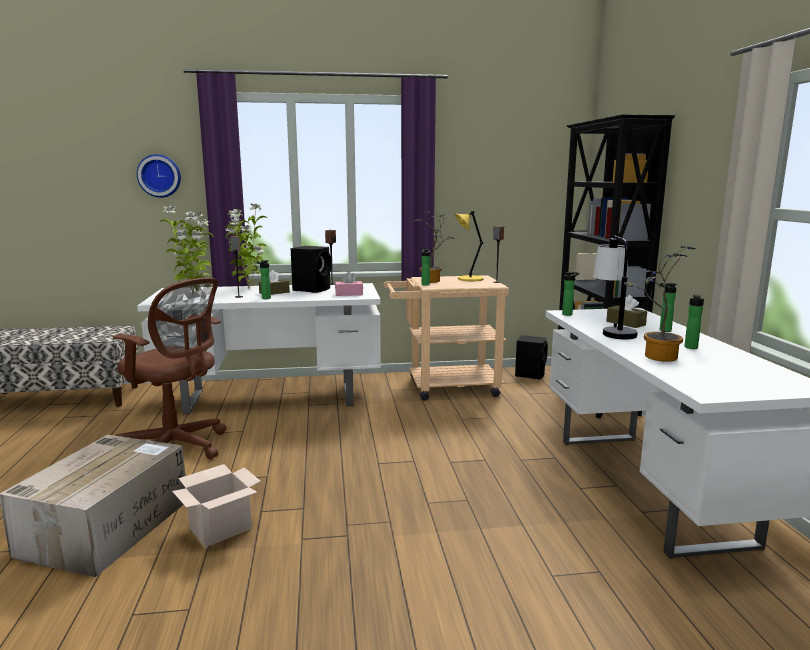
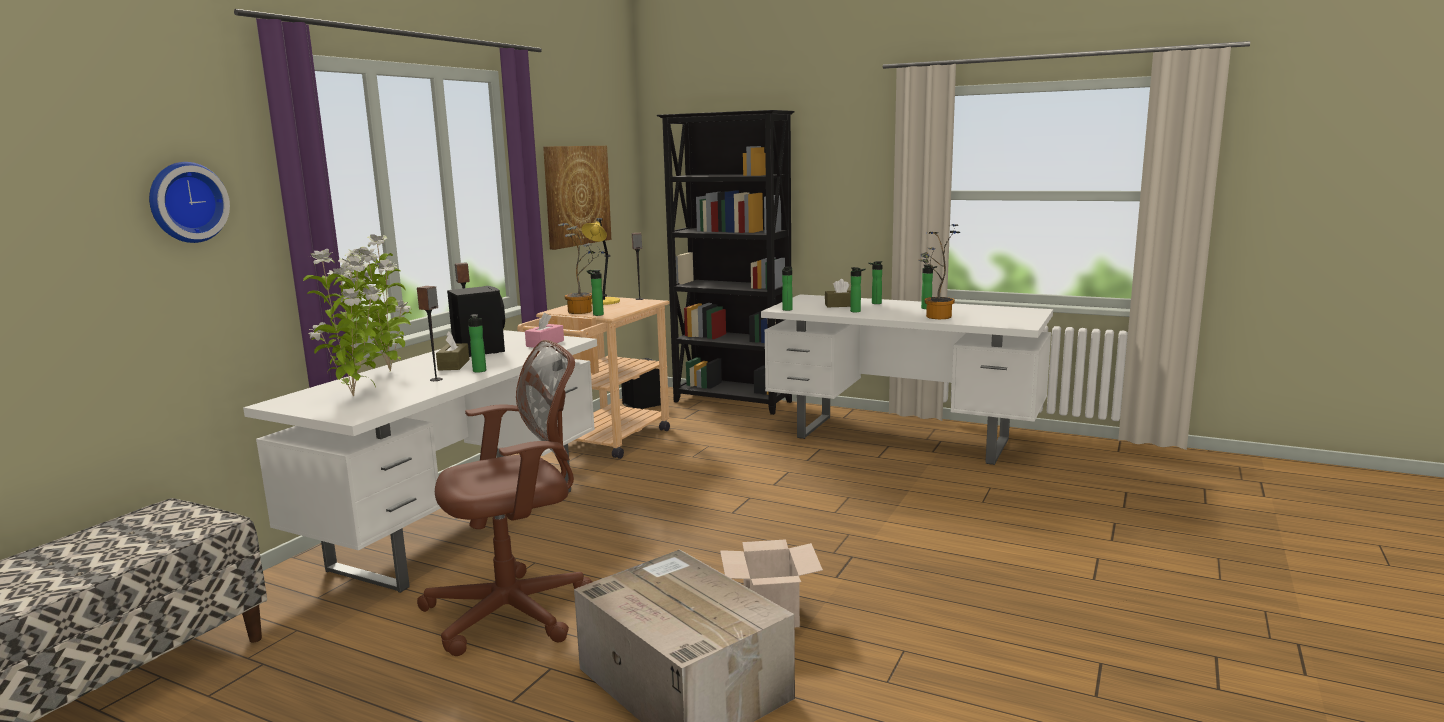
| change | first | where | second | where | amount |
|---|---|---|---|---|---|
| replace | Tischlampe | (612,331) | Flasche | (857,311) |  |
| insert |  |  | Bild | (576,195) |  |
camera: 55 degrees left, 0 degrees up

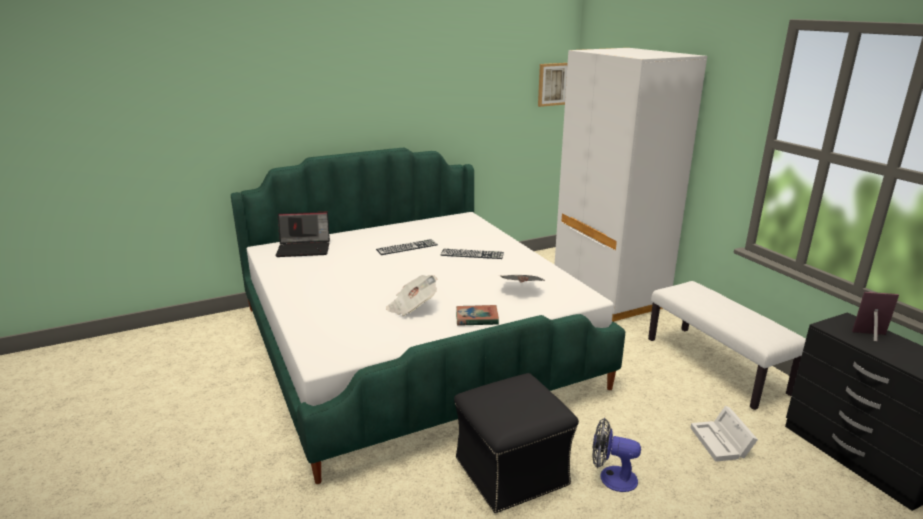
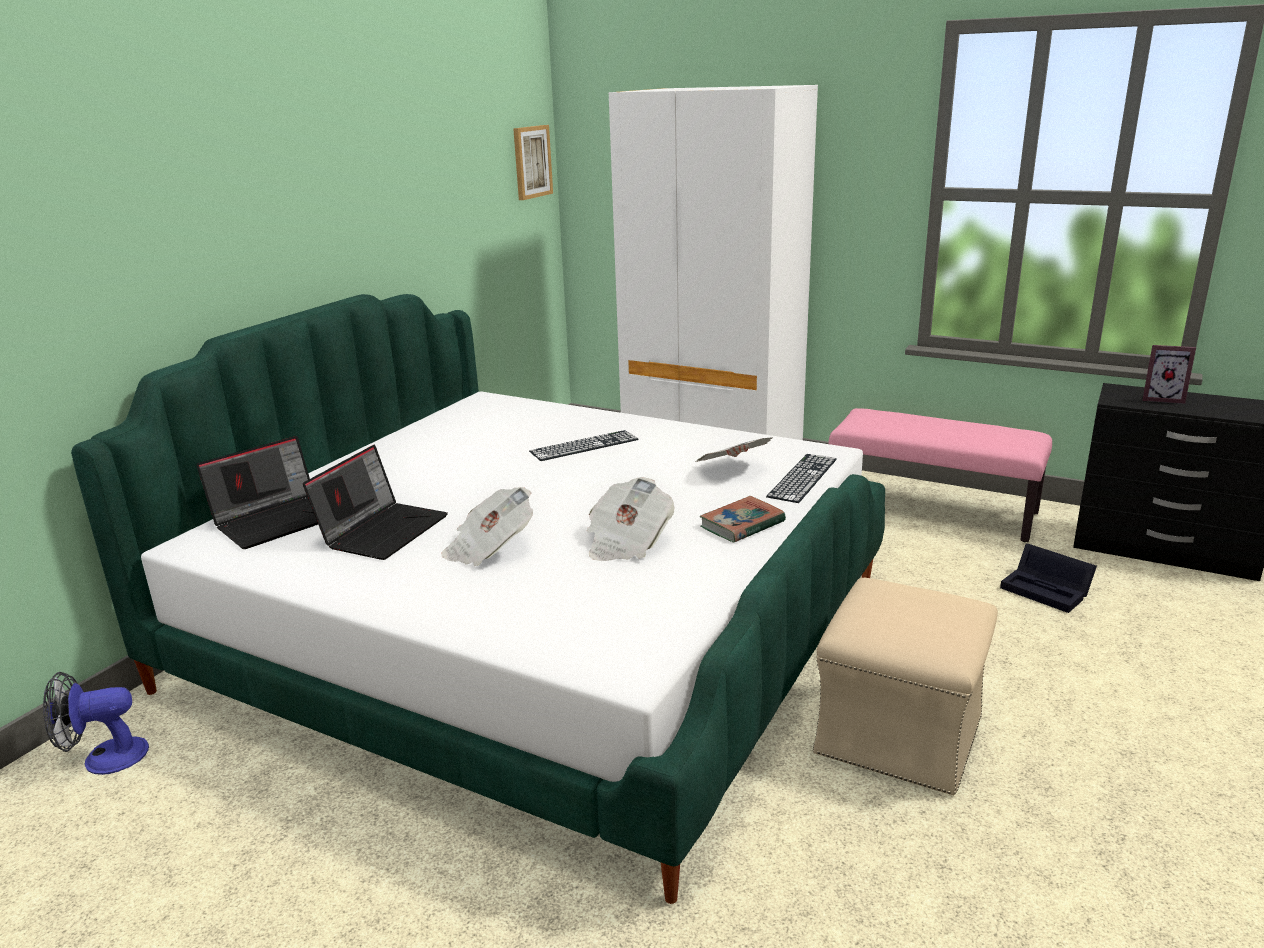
| change | first | where | second | where | amount |
|---|---|---|---|---|---|
| move | Tastatur | (407,247) |  | (802,478) |  |
| recolor | Polsterhocker (schwarz) | (512,471) | Polsterhocker (beige) | (899,733) |  |
| move | Ventilator | (611,477) |  | (104,758) |  |
| recolor | Bank (weiß) | (716,365) | Bank (rosa) | (932,509) |  |
| recolor | Aufbewahrungsbox (weiß) | (722,443) | Aufbewahrungsbox (schwarz) | (1048,590) |  |
| rotate | Bilderrahmen | (872,337) |  | (1162,398) | 135 degrees counterclockwise |
| insert |  |  | Laptop | (383,530) |  |
| insert |  |  | Zeitung | (489,549) |  |
camera: 35 degrees left, 0 degrees up

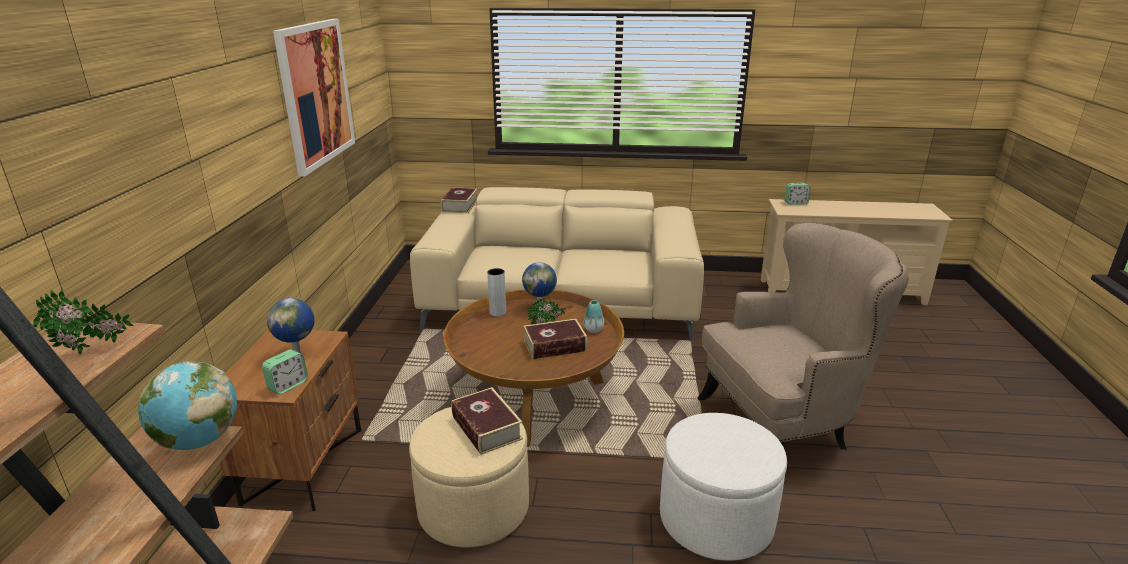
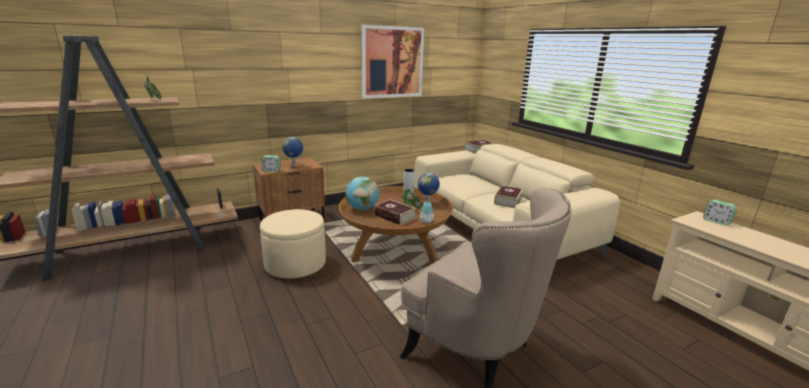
| change | first | where | second | where | amount |
|---|---|---|---|---|---|
| move | Globus | (198,441) |  | (362,209) |  |
| move | Buch | (486,428) |  | (508,201) |  |
| delete | Polsterhocker (weiß) | (716,519) |  |  |  |
camera: 55 degrees right, 5 degrees down

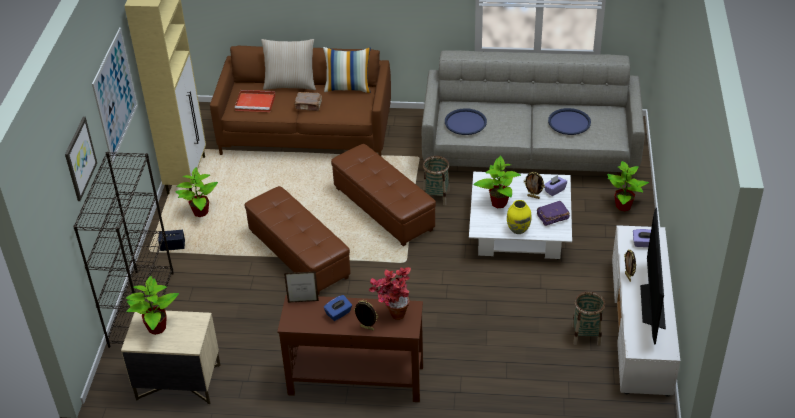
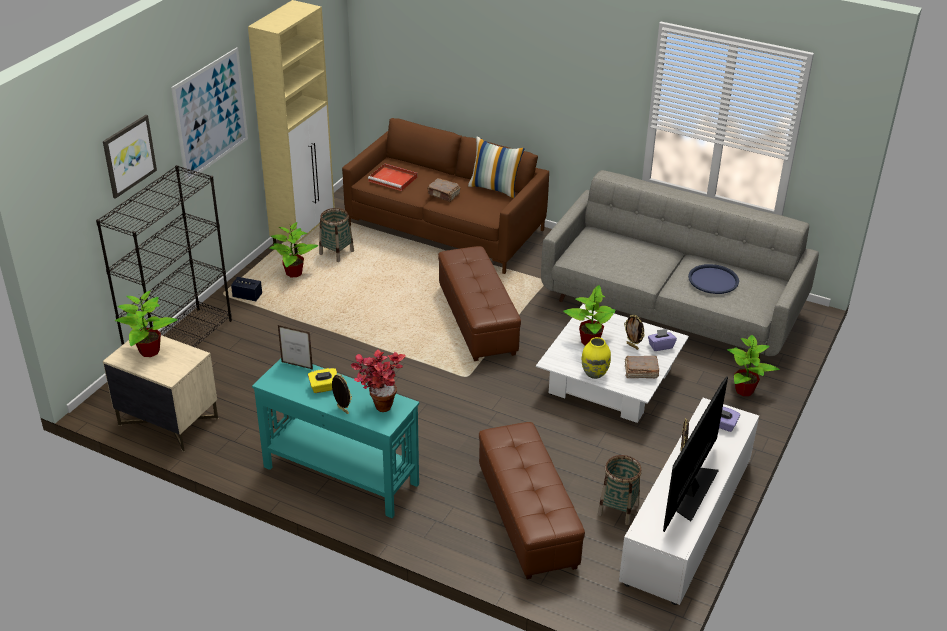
| change | first | where | second | where | amount |
|---|---|---|---|---|---|
| move | Polsterhocker (braun) | (300,255) |  | (528,517) |  |
| delete | Kissen (beige) | (290,84) |  |  |  |
| recolor | Konsolentisch (braun) | (355,380) | Konsolentisch (türkis) | (340,475) |  |
| recolor | Taschentuchbox (blau) | (338,313) | Taschentuchbox (gelb) | (324,387) |  |
| move | Korb | (436,196) |  | (336,253) |  |
| delete | Tablett (blau) | (465,122) |  |  |  |
| recolor | Buch (lila) | (552,217) | Buch (braun) | (640,372) |  |
camera: 20 degrees right, 5 degrees down

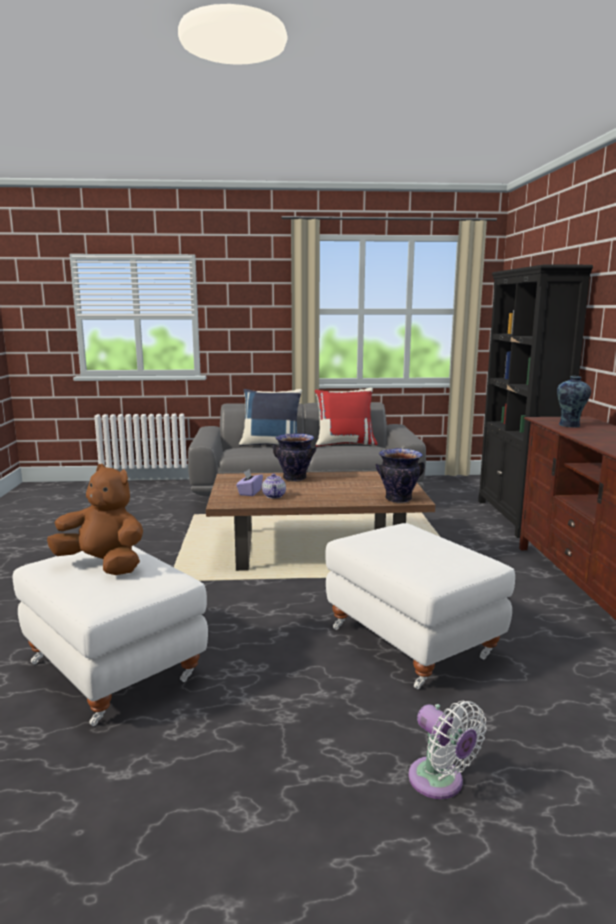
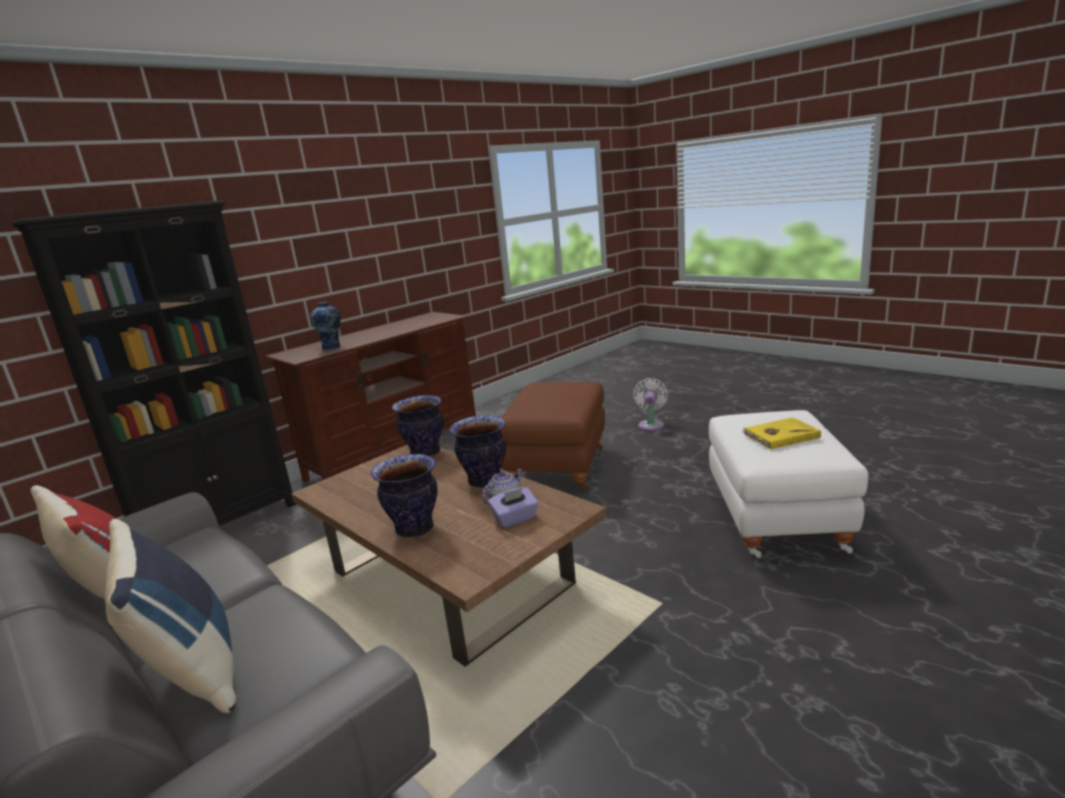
| change | first | where | second | where | amount |
|---|---|---|---|---|---|
| replace | Plüschtier (braun) | (103,565) | Buch (gelb) | (780,435) |  |
| recolor | Polsterhocker (weiß) | (413,641) | Polsterhocker (braun) | (557,466) |  |
| insert |  |  | Vase | (485,481) |  |
camera: 130 degrees left, 5 degrees up

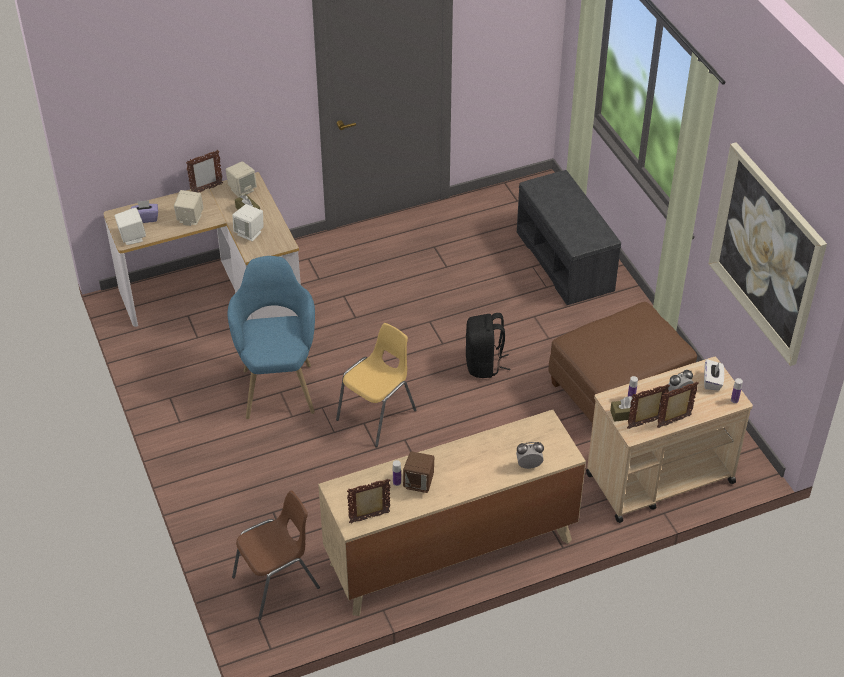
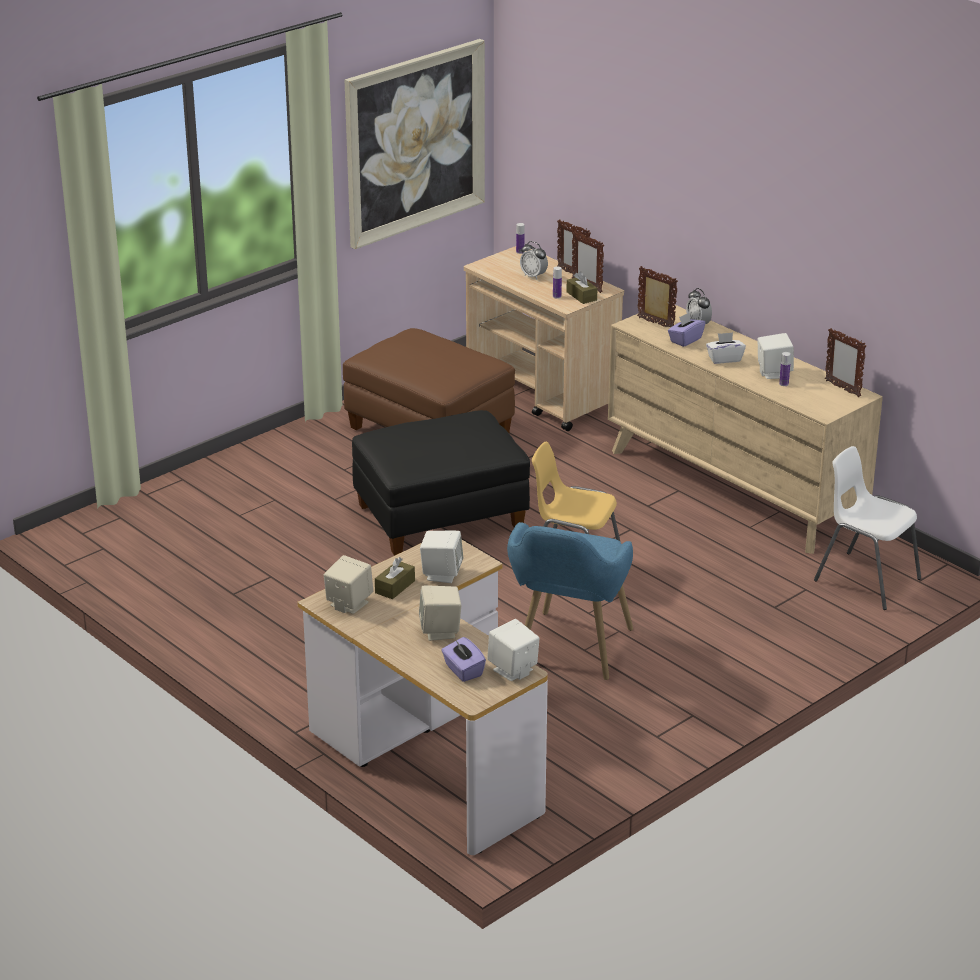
| change | first | where | second | where | amount |
|---|---|---|---|---|---|
| move | Bilderrahmen | (206,189) |  | (655,324) |  |
| rotate | Sessel (blau) | (278,383) |  | (569,655) | 45 degrees counterclockwise |
| recolor | Stuhl (braun) | (277,583) | Stuhl (weiß) | (866,580) |  |
| recolor | Lautsprecher (braun) | (419,483) | Lautsprecher (weiß) | (773,373) |  |
| replace | Rucksack (schwarz) | (484,364) | Polsterhocker (schwarz) | (440,517) |  |
| delete | Bank (grau) | (566,261) |  |  |  |
| move | Taschentuchbox (weiß) | (712,381) |  | (724,359) |  |
| insert |  |  | Taschentuchbox (lila) | (685,340) |  |
camera: 110 degrees left, 15 degrees down

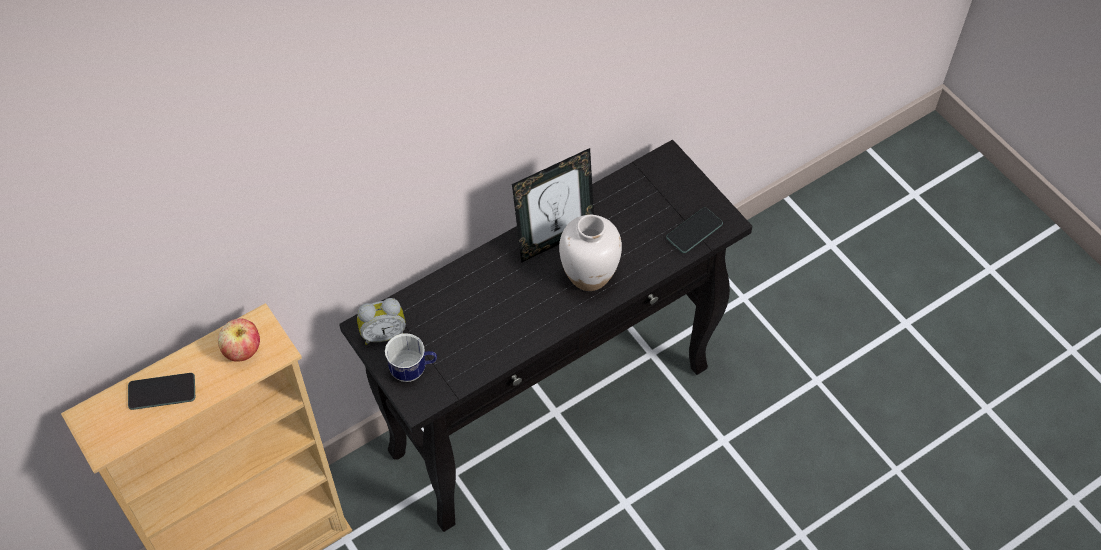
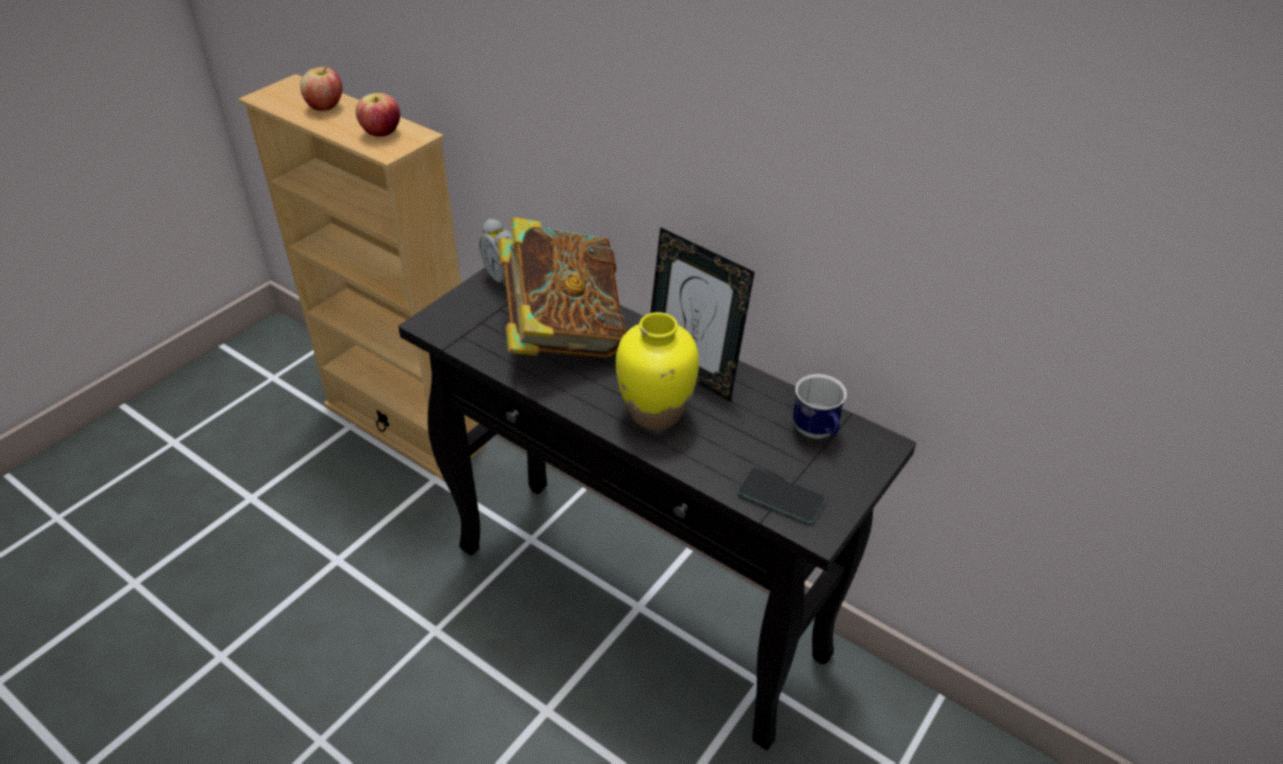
| change | first | where | second | where | amount |
|---|---|---|---|---|---|
| replace | Handy | (162,392) | Apfel | (325,107) |  |
| move | Henkelbecher | (413,370) |  | (817,433) |  |
| recolor | Vase (weiß) | (589,275) | Vase (gelb) | (656,413) |  |
| insert |  |  | Buch | (563,334) |  |
camera: 70 degrees right, 15 degrees down

